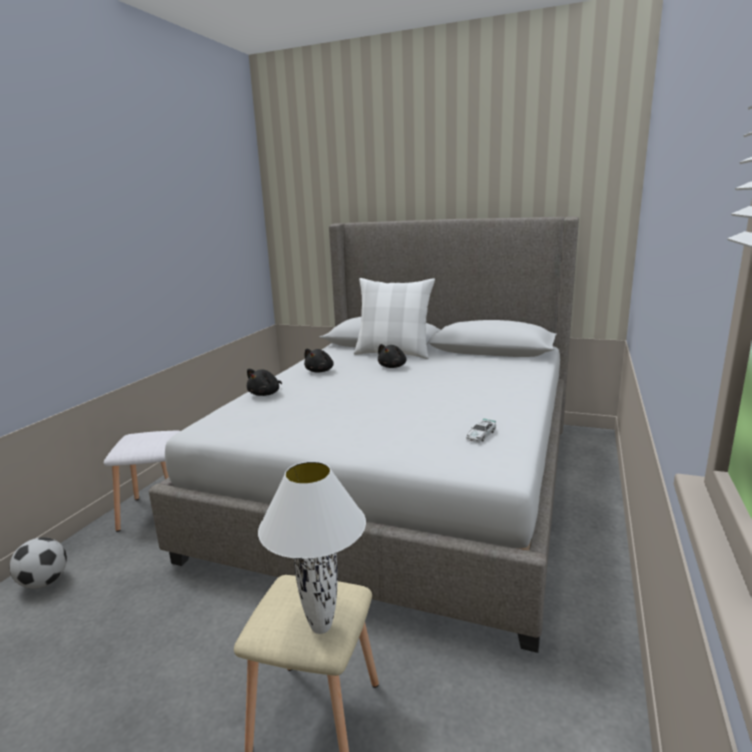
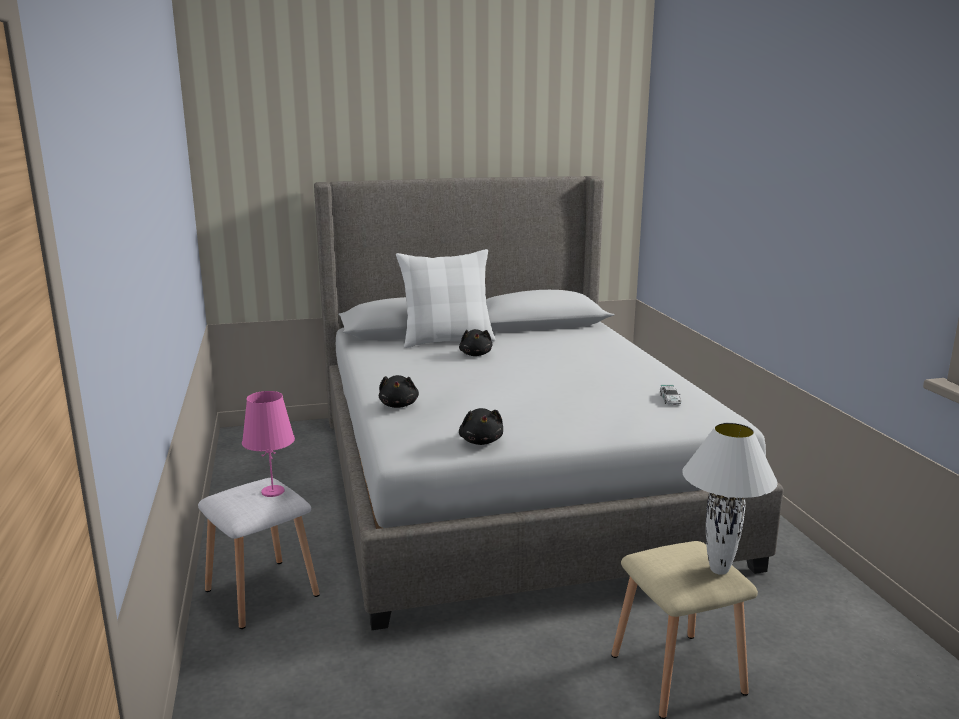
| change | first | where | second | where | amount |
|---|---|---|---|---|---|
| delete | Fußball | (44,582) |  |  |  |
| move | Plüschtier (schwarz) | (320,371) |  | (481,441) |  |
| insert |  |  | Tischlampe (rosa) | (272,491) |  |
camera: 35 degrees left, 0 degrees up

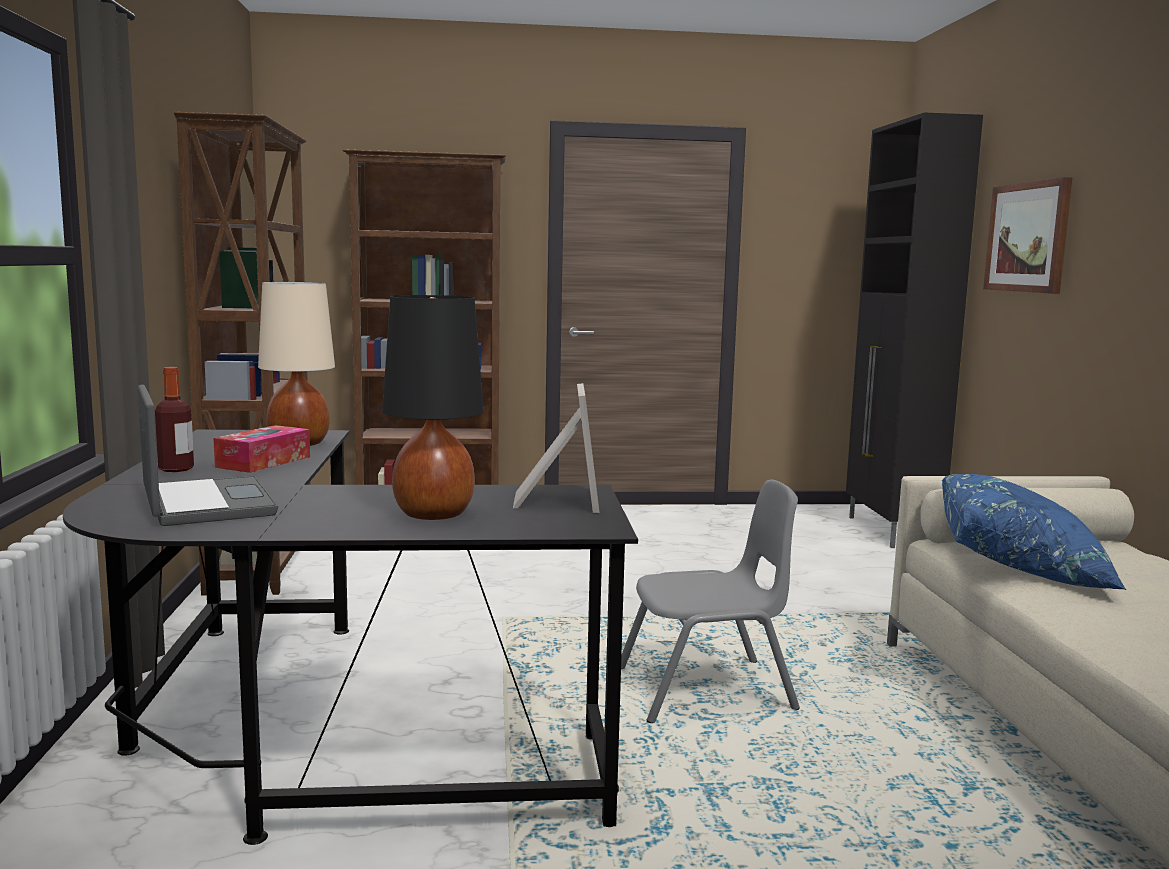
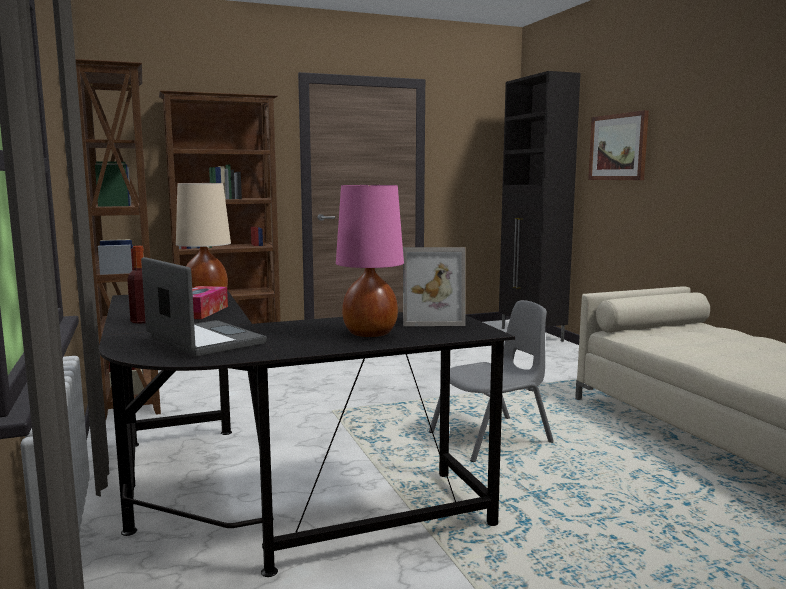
| change | first | where | second | where | amount |
|---|---|---|---|---|---|
| recolor | Tischlampe (schwarz) | (432,514) | Tischlampe (rosa) | (369,333) |  |
| rotate | Bilderrahmen | (554,500) |  | (431,319) | 105 degrees clockwise |
| delete | Kissen (blau) | (1021,567) |  |  |  |
camera: 15 degrees left, 0 degrees up

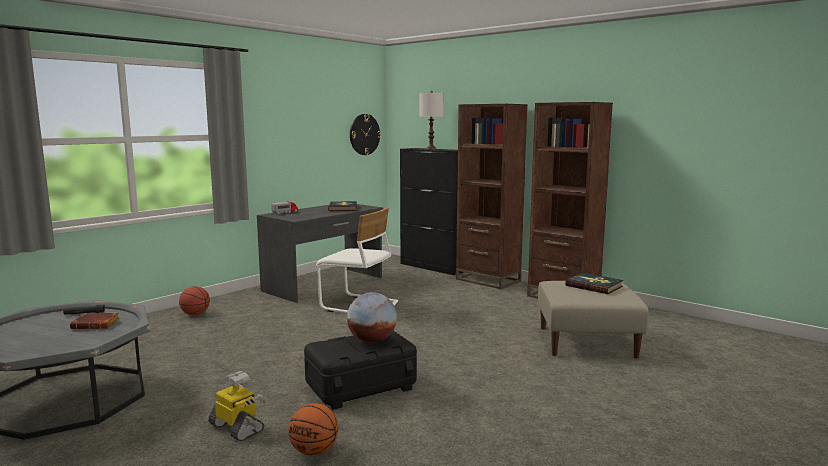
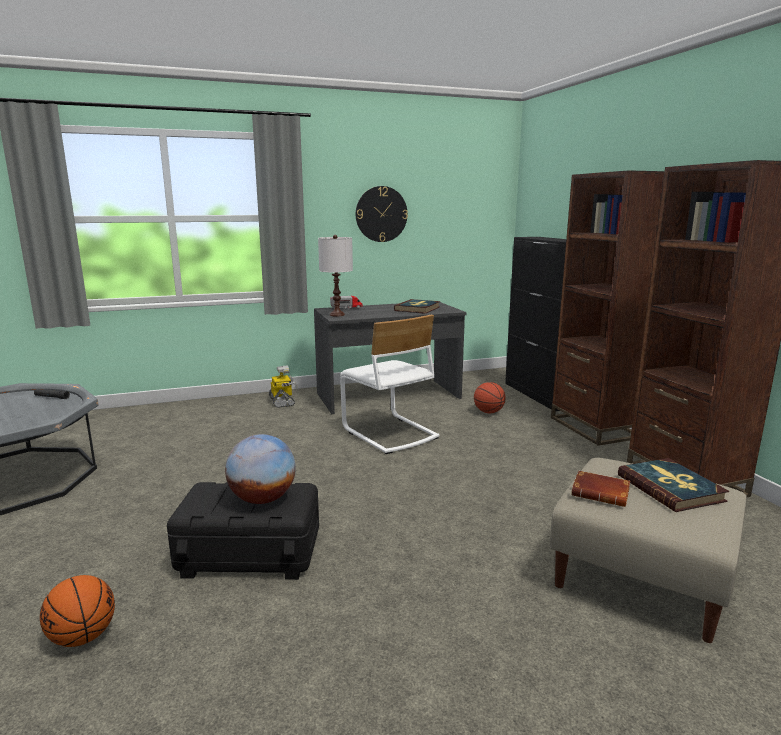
| change | first | where | second | where | amount |
|---|---|---|---|---|---|
| move | Buch (braun) | (97,324) |  | (602,493) |  |
| move | Basketball | (195,314) |  | (488,412) |  |
| move | Spielzeugroboter | (237,428) |  | (282,401) |  |
| move | Wanduhr | (364,134) |  | (381,214) |  |
| move | Tischlampe (weiß) | (431,149) |  | (337,314) |  |
camera: 30 degrees right, 5 degrees up

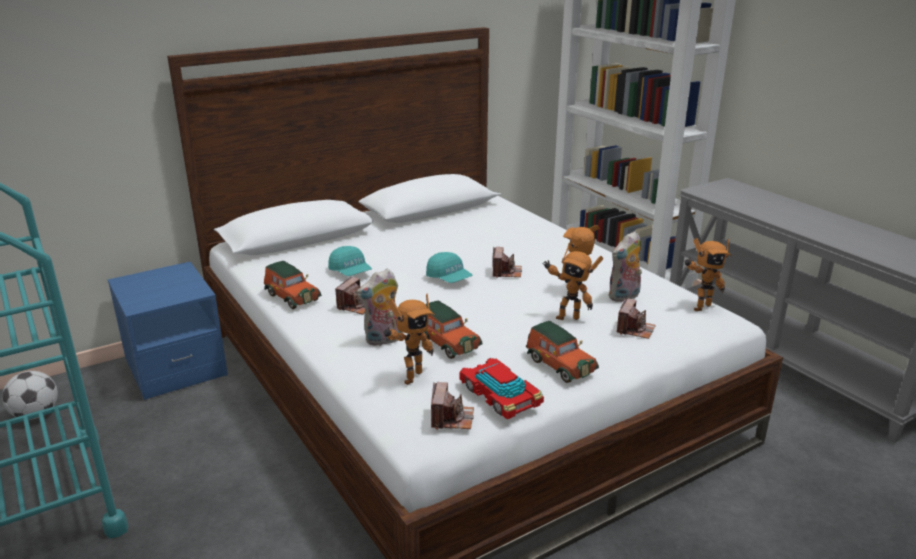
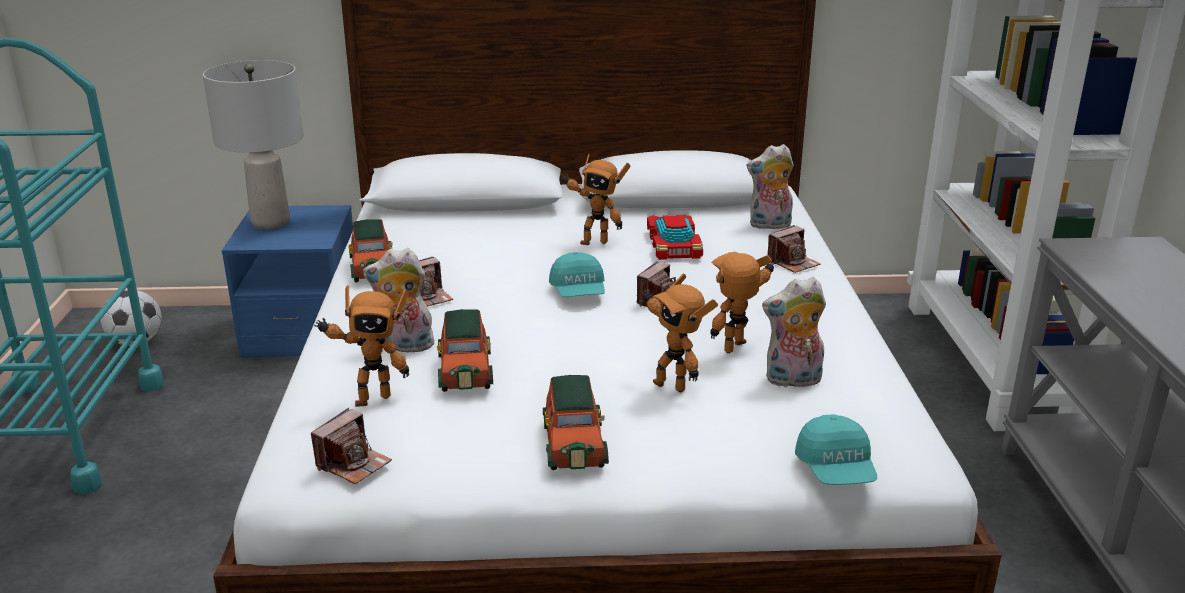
| change | first | where | second | where | amount |
|---|---|---|---|---|---|
| move | Kappe (türkis) | (350,272) |  | (836,470) |  |
| move | Spielzeugauto | (500,394) |  | (674,245) |  |
| move | Kamera | (635,329) |  | (793,263) |  |
| move | Spielzeugroboter | (699,306) |  | (593,241) |  |
| insert |  |  | Tischlampe (grau) | (271,222) |  |
| insert |  |  | Plüschtier | (769,225) |  |
camera: 30 degrees right, 0 degrees up

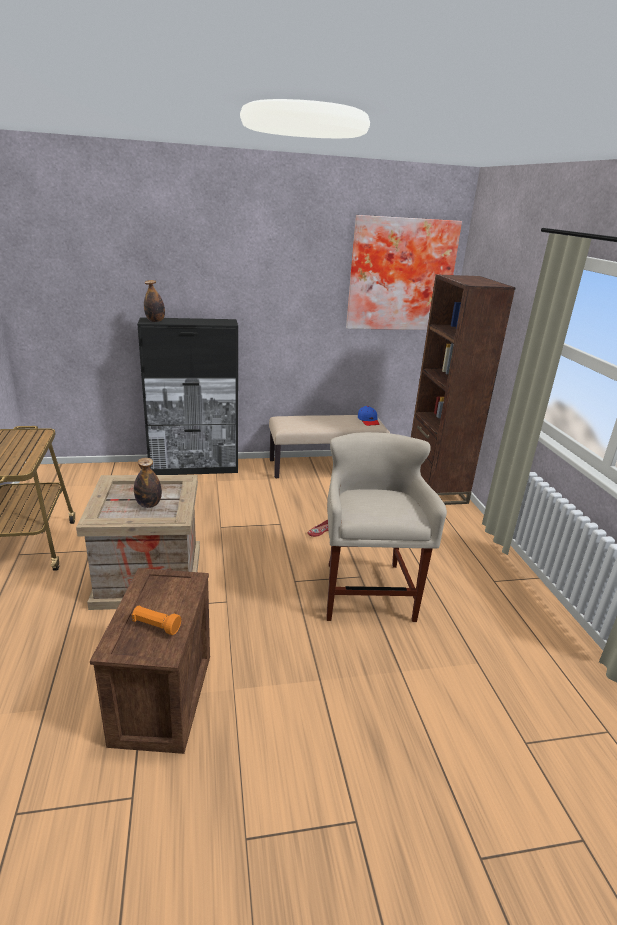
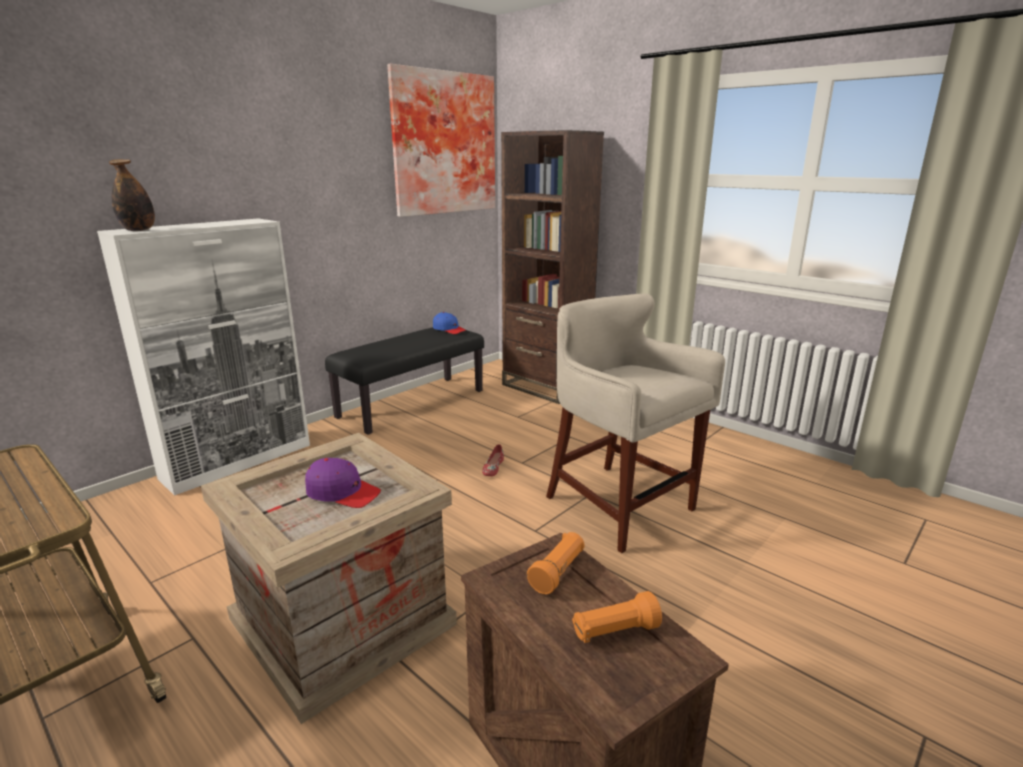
| change | first | where | second | where | amount |
|---|---|---|---|---|---|
| replace | Flasche | (149,504) | Kappe (lila) | (342,492) |  |
| recolor | Schrank (schwarz) | (194,468) | Schrank (weiß) | (239,461) |  |
| recolor | Bank (beige) | (326,467) | Bank (schwarz) | (412,403) |  |
| insert |  |  | Taschenlampe (orange) | (558,572) |  |
camera: 35 degrees left, 5 degrees down

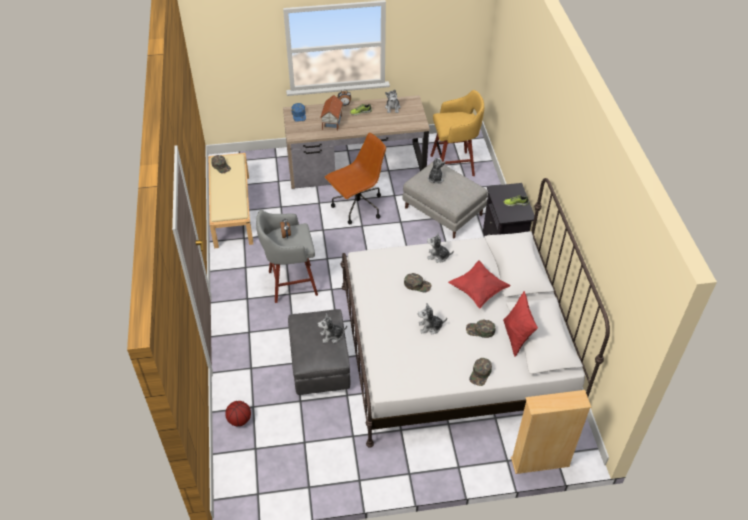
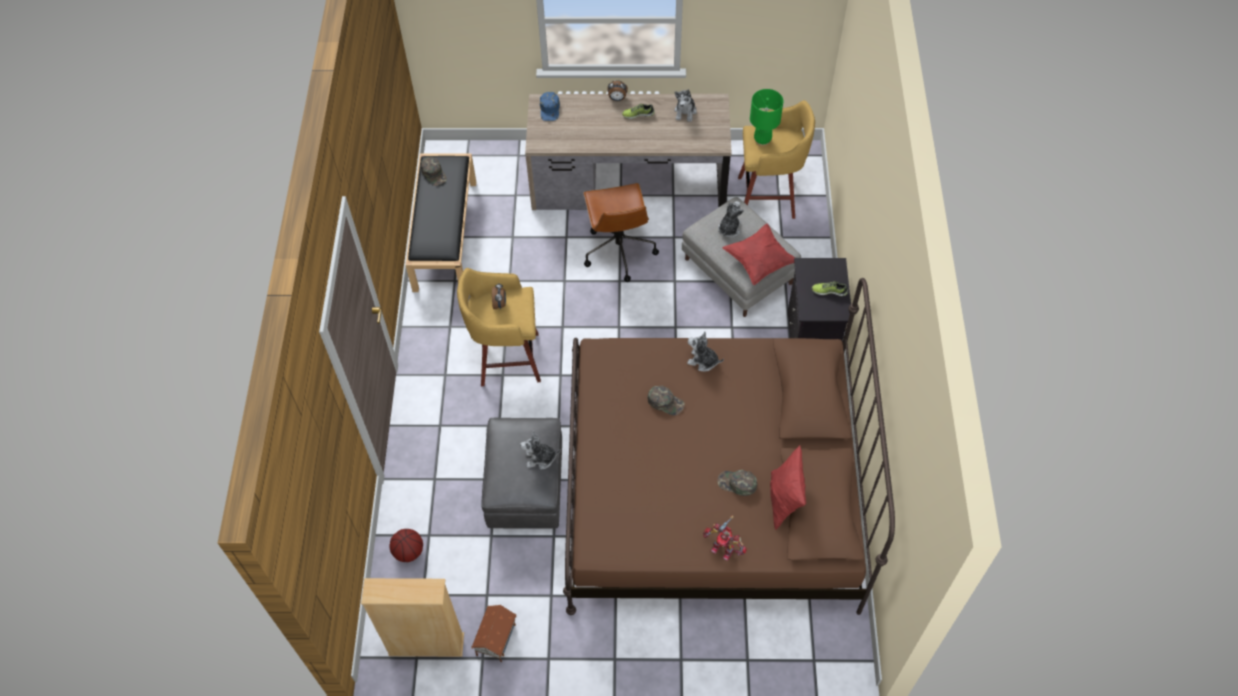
| change | first | where | second | where | amount |
|---|---|---|---|---|---|
| recolor | Bank (beige) | (231,210) | Bank (schwarz) | (444,234) |  |
| recolor | Hocker (grau) | (290,283) | Hocker (gelb) | (507,359) |  |
| move | Spielzeughaus | (331,122) |  | (495,640) |  |
| rotate | Bürostuhl (braun) | (357,207) |  | (618,250) | 105 degrees clockwise |
| recolor | Bett (weiß) | (454,348) | Bett (braun) | (711,487) |  |
| delete | Plüschtier | (430,327) |  |  |  |
| move | Kissen (rot) | (478,290) |  | (759,262) |  |
| replace | Kappe (grün) | (480,374) | Spielzeugroboter | (723,548) |  |
| move | Bücherregal (beige) | (540,462) |  | (426,645) |  |
| insert |  |  | Tischlampe (grün) | (762,141) |  |
camera: 10 degrees right, 10 degrees up

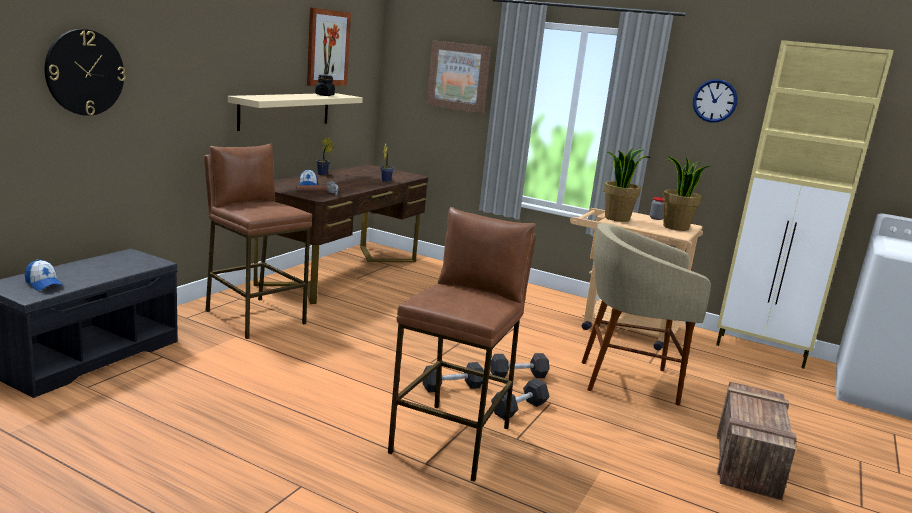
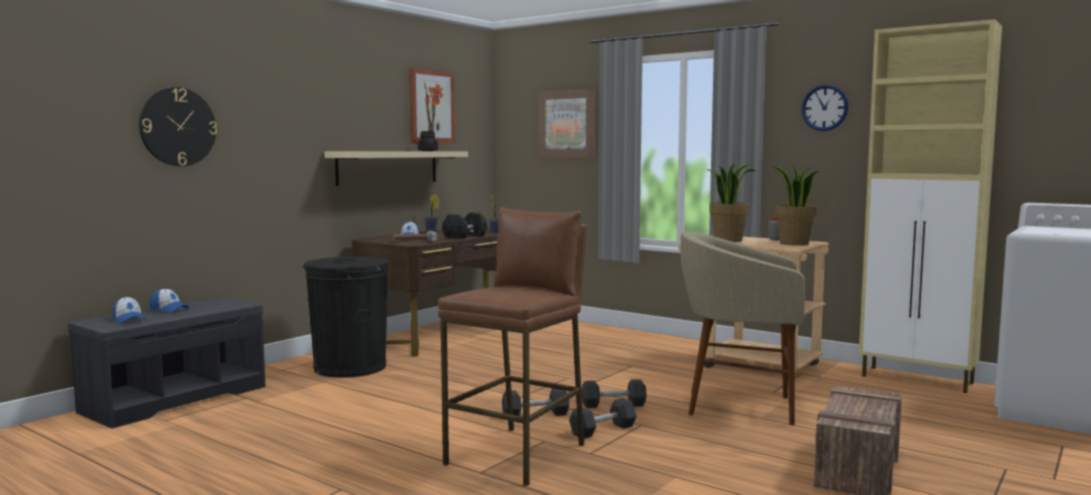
| change | first | where | second | where | amount |
|---|---|---|---|---|---|
| replace | Hocker (braun) | (255,317) | Mülleimer (schwarz) | (350,367) |  |
| insert |  |  | Kappe | (169,309) |  |
| insert |  |  | Hantel (schwarz) | (465,236) |  |
camera: 10 degrees right, 10 degrees down

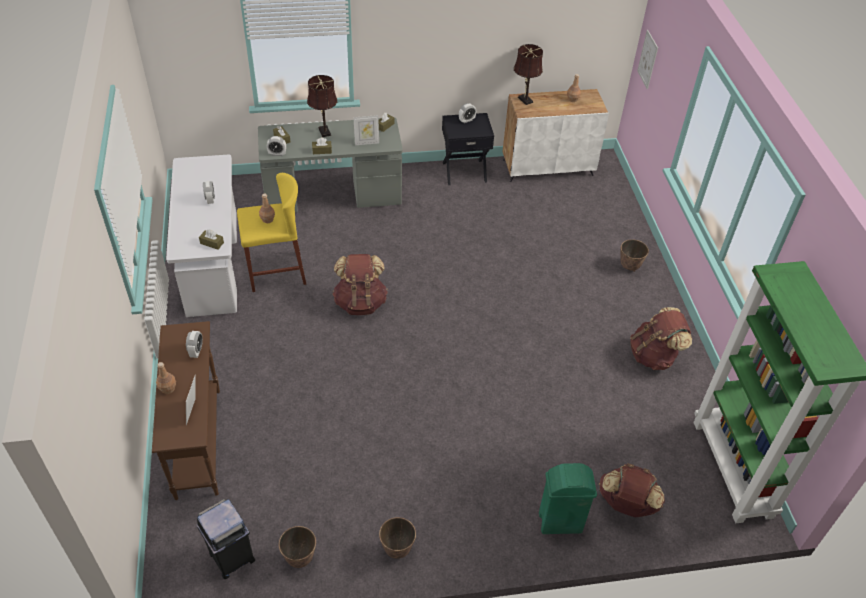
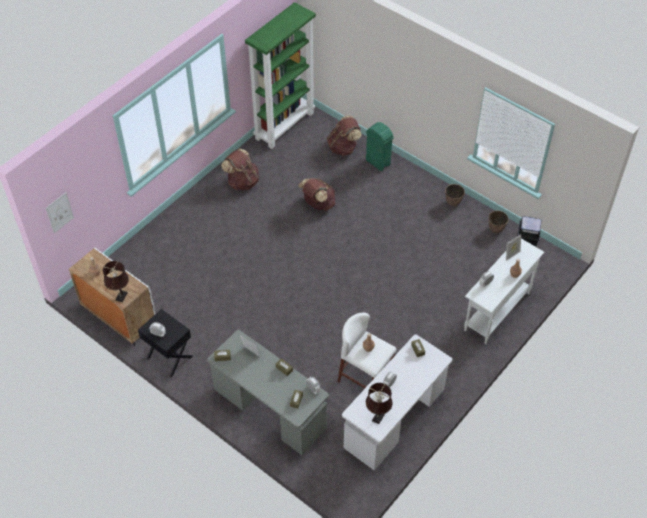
| change | first | where | second | where | amount |
|---|---|---|---|---|---|
| recolor | Konsolentisch (braun) | (198,442) | Konsolentisch (weiß) | (496,311) |  |
| recolor | Hocker (gelb) | (276,272) | Hocker (weiß) | (364,379) |  |
| move | Tischlampe (braun) | (324,130) |  | (377,418) |  |
| move | Rucksack (braun) | (360,302) |  | (318,204) |  |
| delete | Pflanzkübel | (629,267) |  |  |  |
camera: 130 degrees left, 5 degrees up

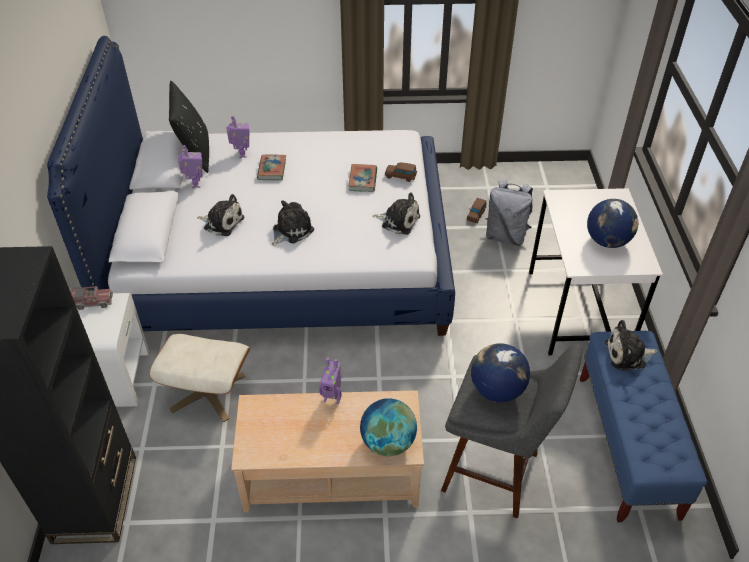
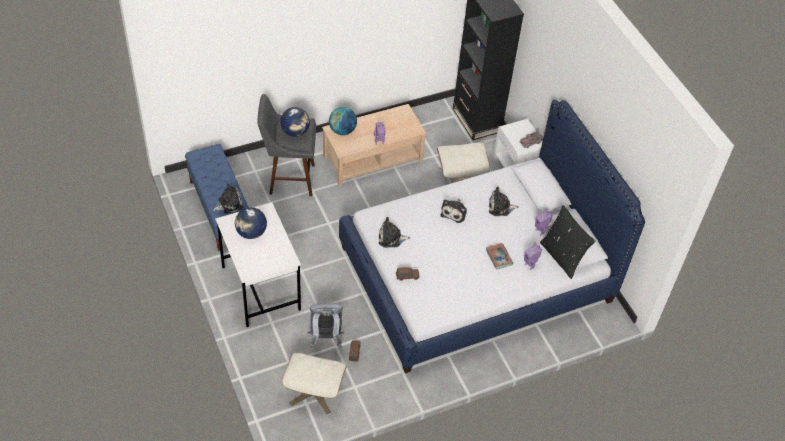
| change | first | where | second | where | amount |
|---|---|---|---|---|---|
| delete | Buch | (363,180) |  |  |  |
| insert |  |  | Polsterhocker (beige) | (314,392) |  |
camera: 155 degrees right, 5 degrees up

